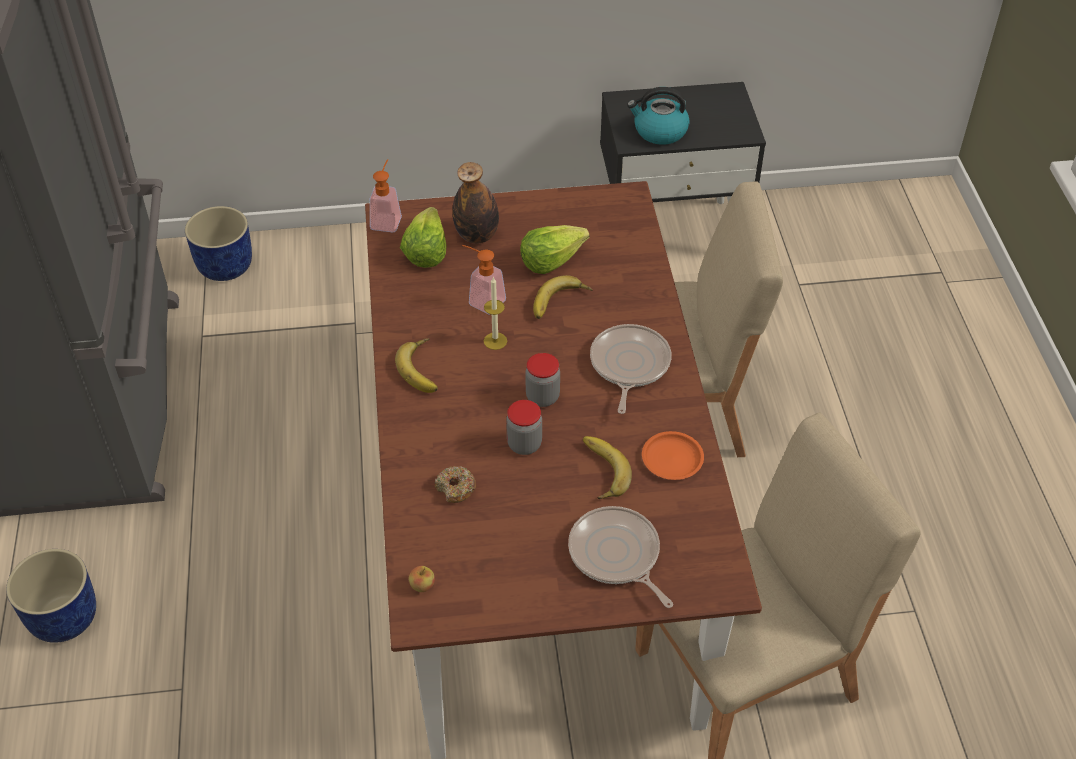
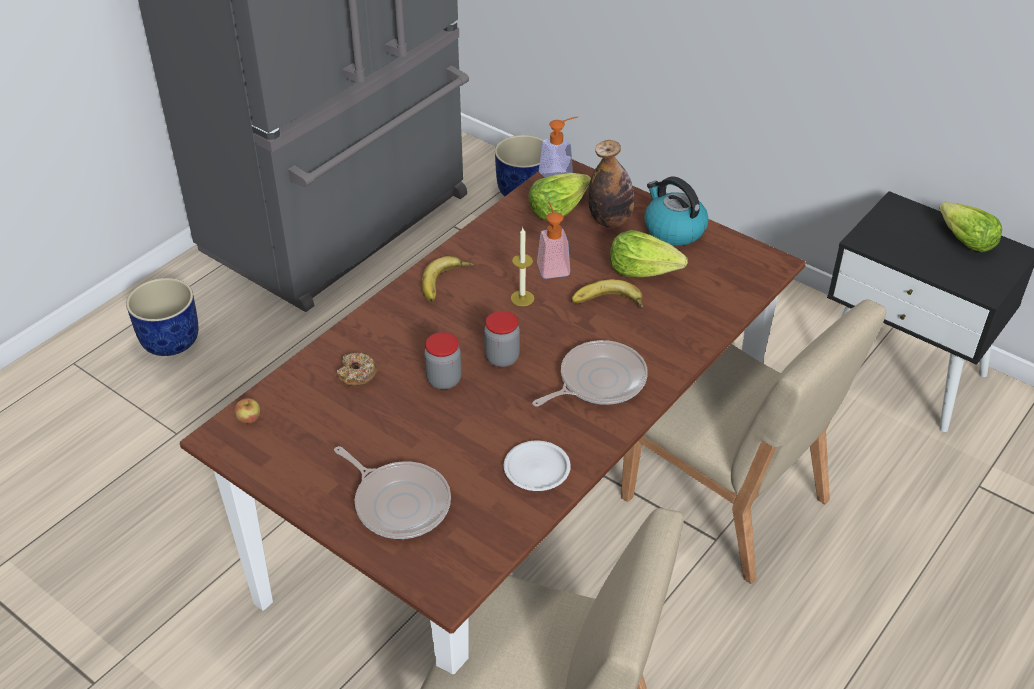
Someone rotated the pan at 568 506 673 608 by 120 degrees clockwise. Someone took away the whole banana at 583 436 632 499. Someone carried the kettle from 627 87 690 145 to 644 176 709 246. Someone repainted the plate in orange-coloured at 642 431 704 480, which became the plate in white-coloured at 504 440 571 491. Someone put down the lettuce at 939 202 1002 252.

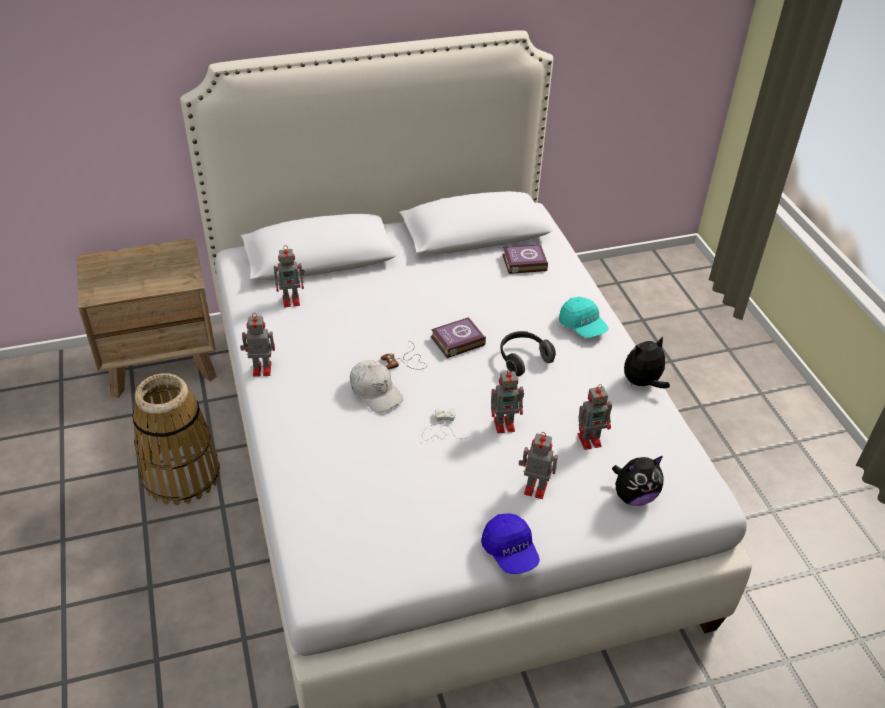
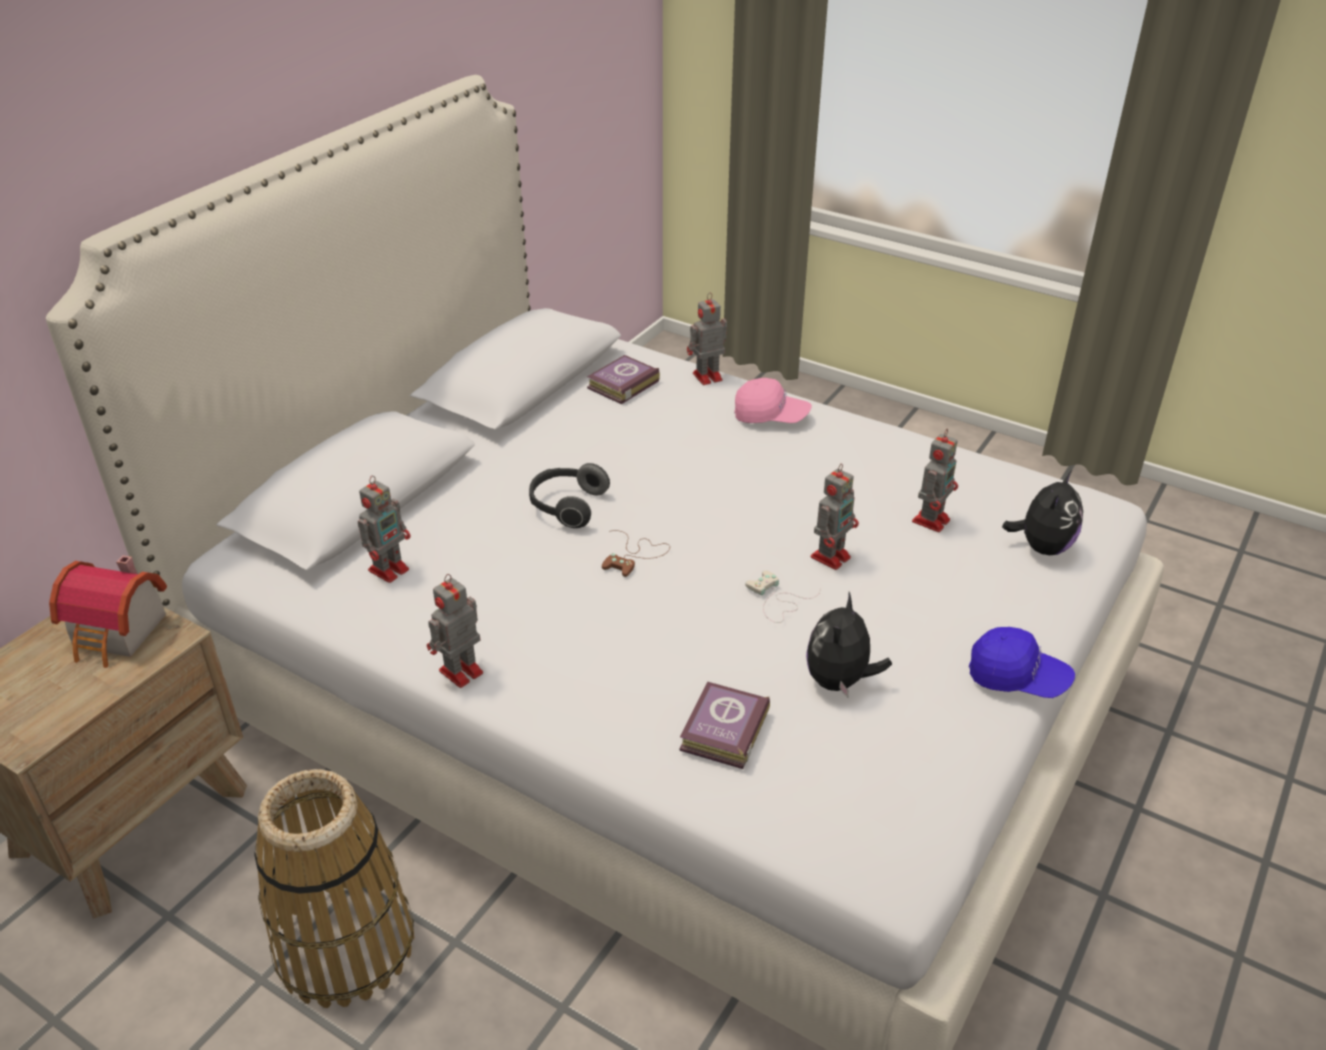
Someone took away the baseball cap in white-coloured at 350 360 403 413. Someone carried the bound book from 431 317 486 358 to 679 682 770 769. Someone carried the headset from 500 331 556 376 to 529 463 610 528. Someone carried the model robot from 519 432 558 499 to 687 293 727 385. Someone repainted the baseball cap in turquoise at 559 297 608 338, which became the baseball cap in pink at 734 378 812 423. Someone carried the cuddly toy from 624 336 670 388 to 806 592 892 698. Someone put down the model house at 49 555 167 668.

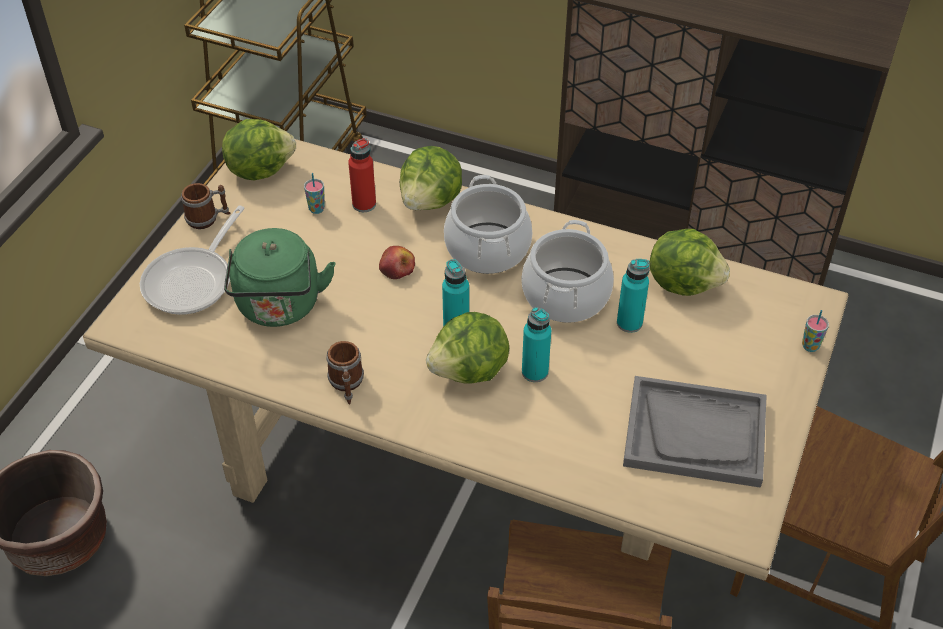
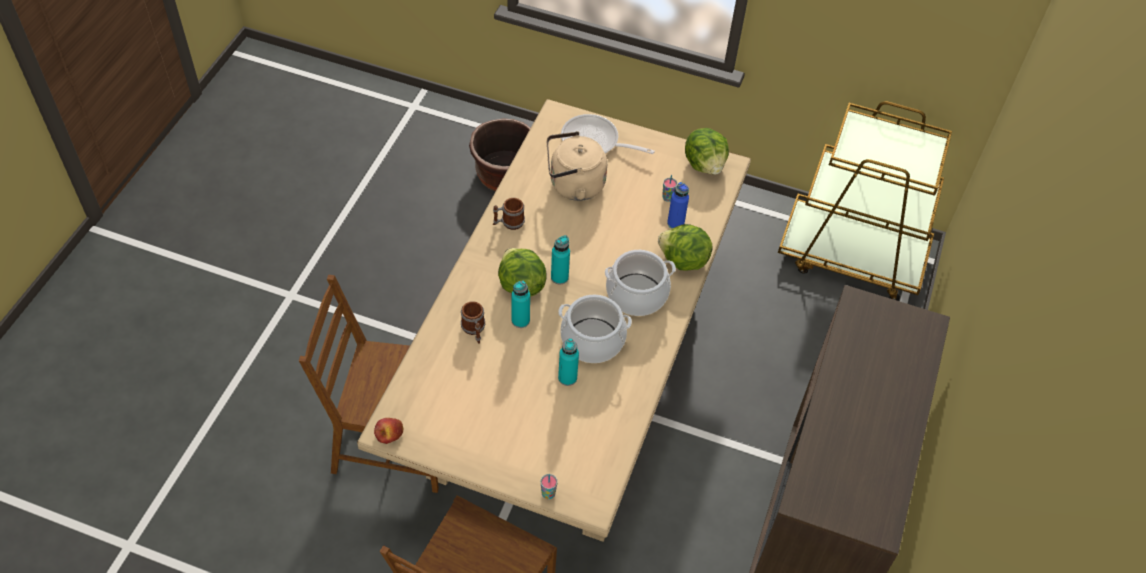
Someone carried the tea mug from 181 183 231 229 to 461 301 485 344. Someone repainted the kettle in green at 224 228 336 327, which became the kettle in sand-coloured at 547 131 607 201. Someone repainted the bottle in reddish at 348 138 376 212, which became the bottle in blue-coloured at 667 182 689 229. Someone carried the apple from 379 246 415 279 to 374 418 403 444. Someone took away the tray in gray at 623 376 767 488. Someone took away the lettuce at 650 229 730 296.

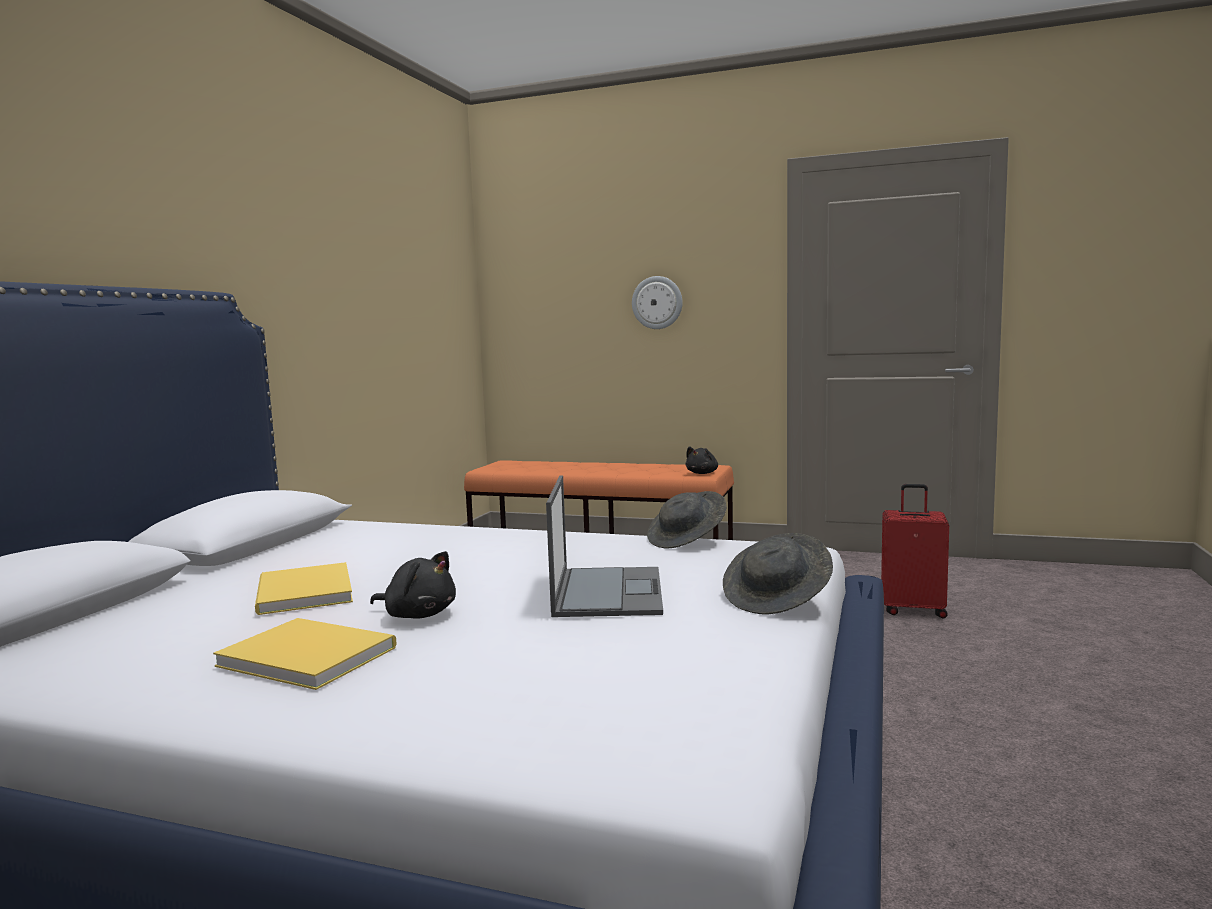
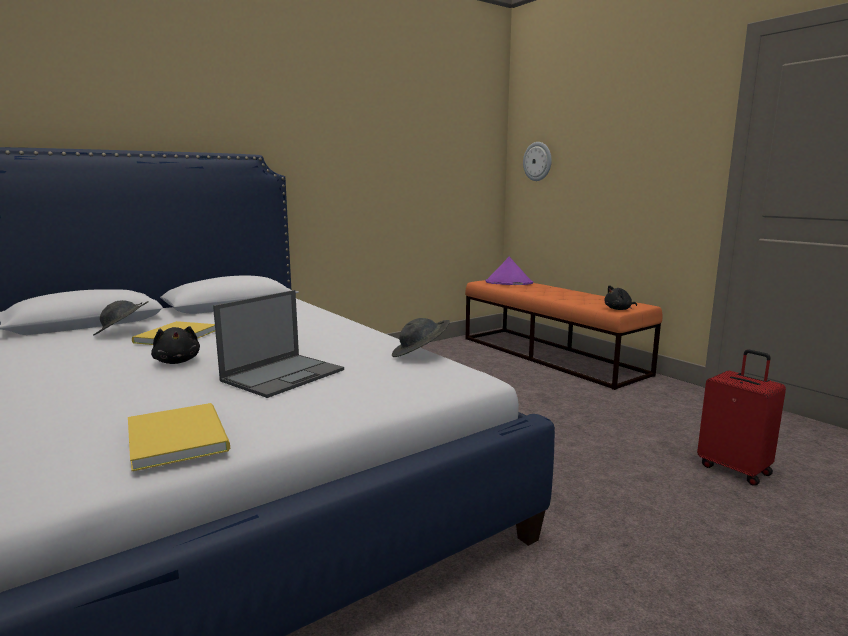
Someone carried the bound book in yellow from 213 618 396 690 to 128 403 230 471. Someone carried the hanging clock from 632 276 683 329 to 523 142 552 181. Someone carried the wearable hat in gray from 723 533 833 614 to 93 300 148 336. Someone put down the wearable hat in purple at 486 257 533 285.

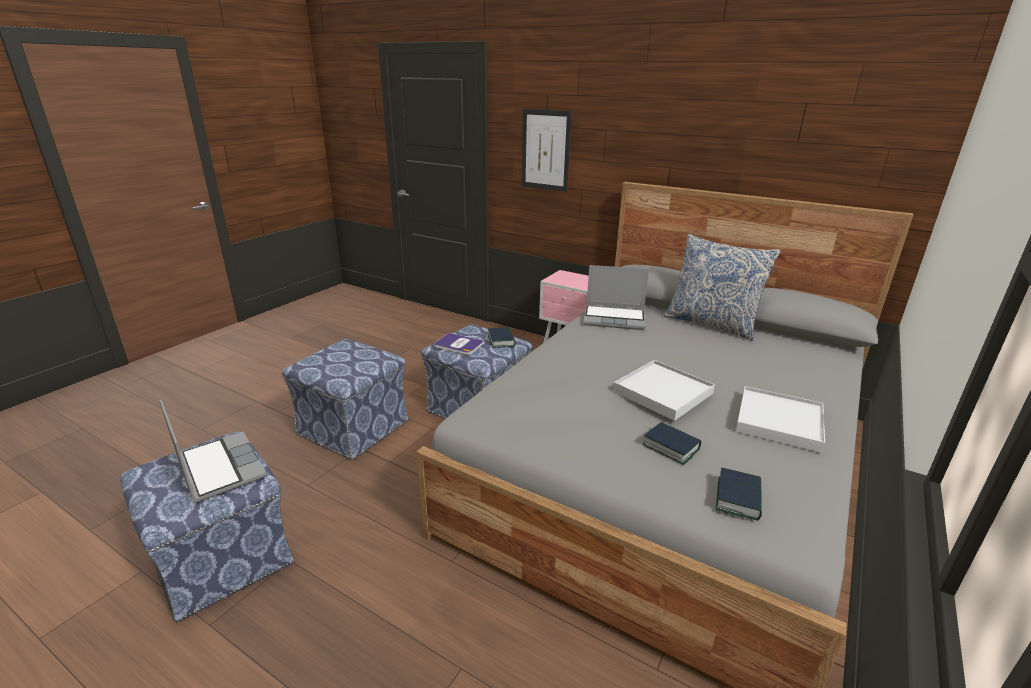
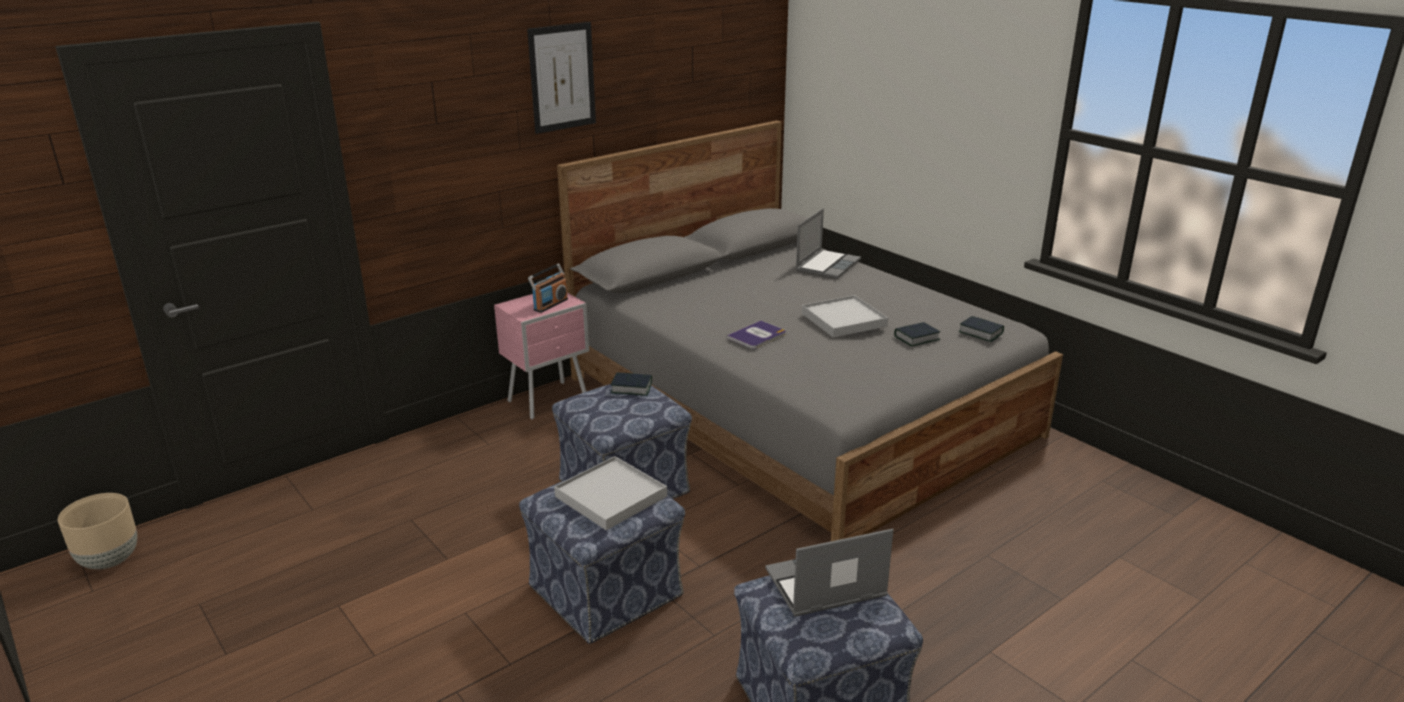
Someone carried the bound book from 434 333 484 355 to 727 321 786 349. Someone carried the wall picture from 522 109 572 192 to 527 22 596 134. Someone carried the laptop from 583 265 649 330 to 796 208 861 279. Someone took away the pillow at 664 234 781 341. Someone carried the tray in white-coloured from 736 386 825 453 to 554 456 667 530. Someone put down the plant pot in sand-coloured at 58 493 137 569. Someone put down the radio set at 528 263 568 313.

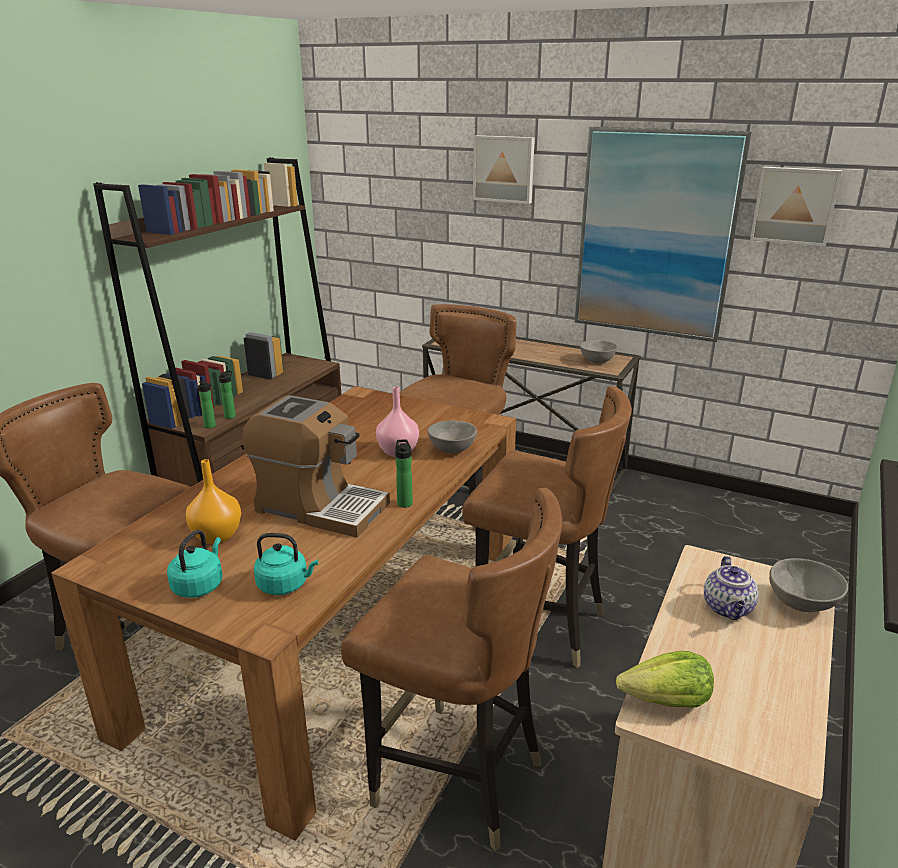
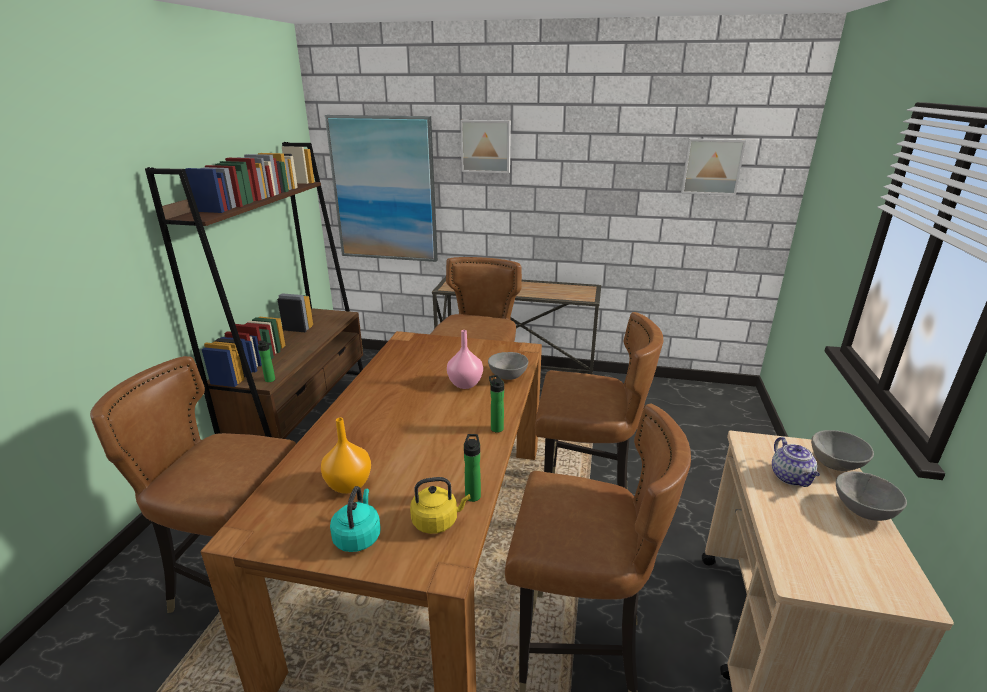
Someone carried the bottle from 219 370 236 419 to 464 434 481 502. Someone took away the coffee machine at 242 395 390 538. Someone repainted the kettle in turquoise at 254 533 318 595, which became the kettle in yellow at 410 477 470 534. Someone carried the wall picture from 575 127 752 342 to 325 115 438 262. Someone carried the serving bowl in gray from 580 340 618 363 to 836 471 907 521. Someone took away the lettuce at 616 651 714 708.

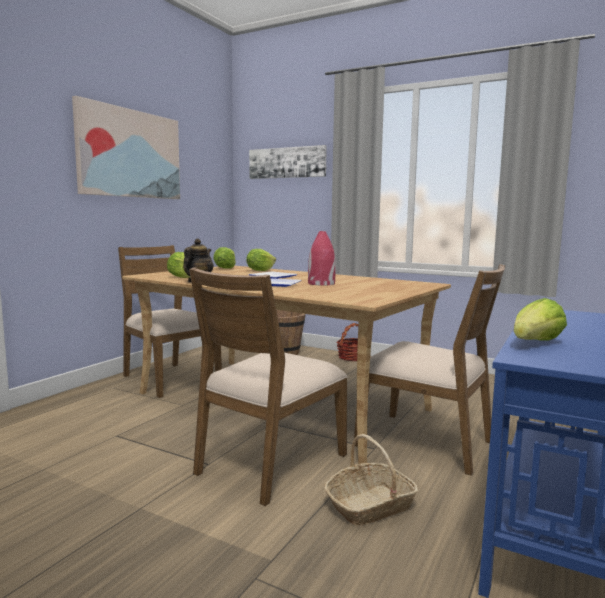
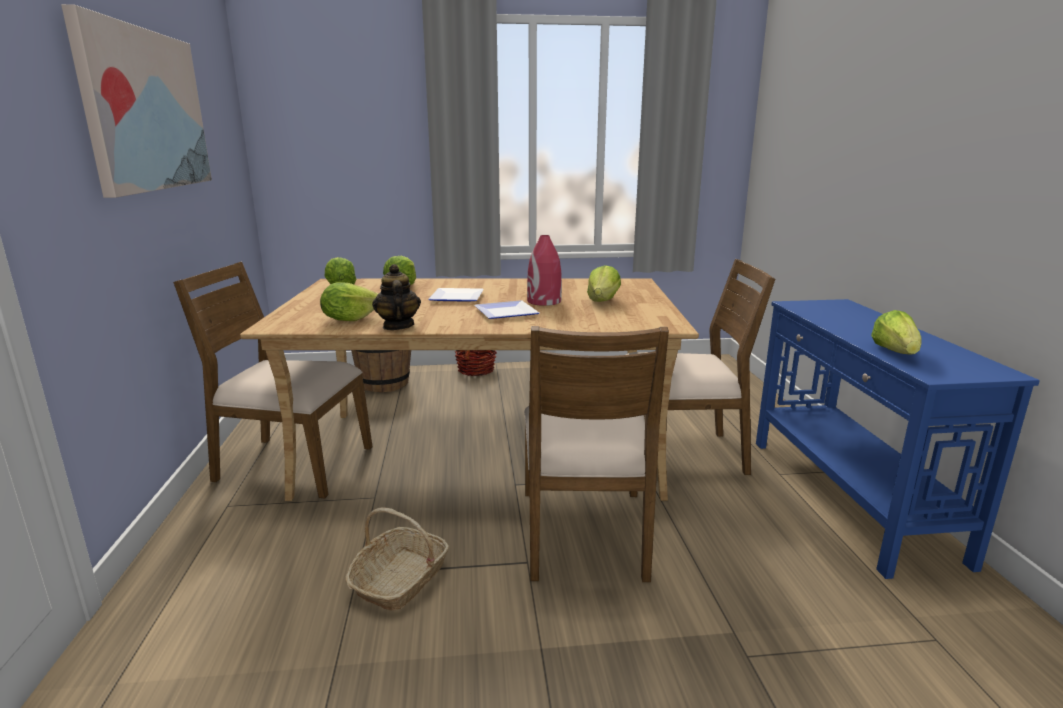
Someone took away the wall picture at 249 145 327 179. Someone carried the household basket from 324 434 418 526 to 345 507 449 611. Someone put down the lettuce at 587 265 621 302.

